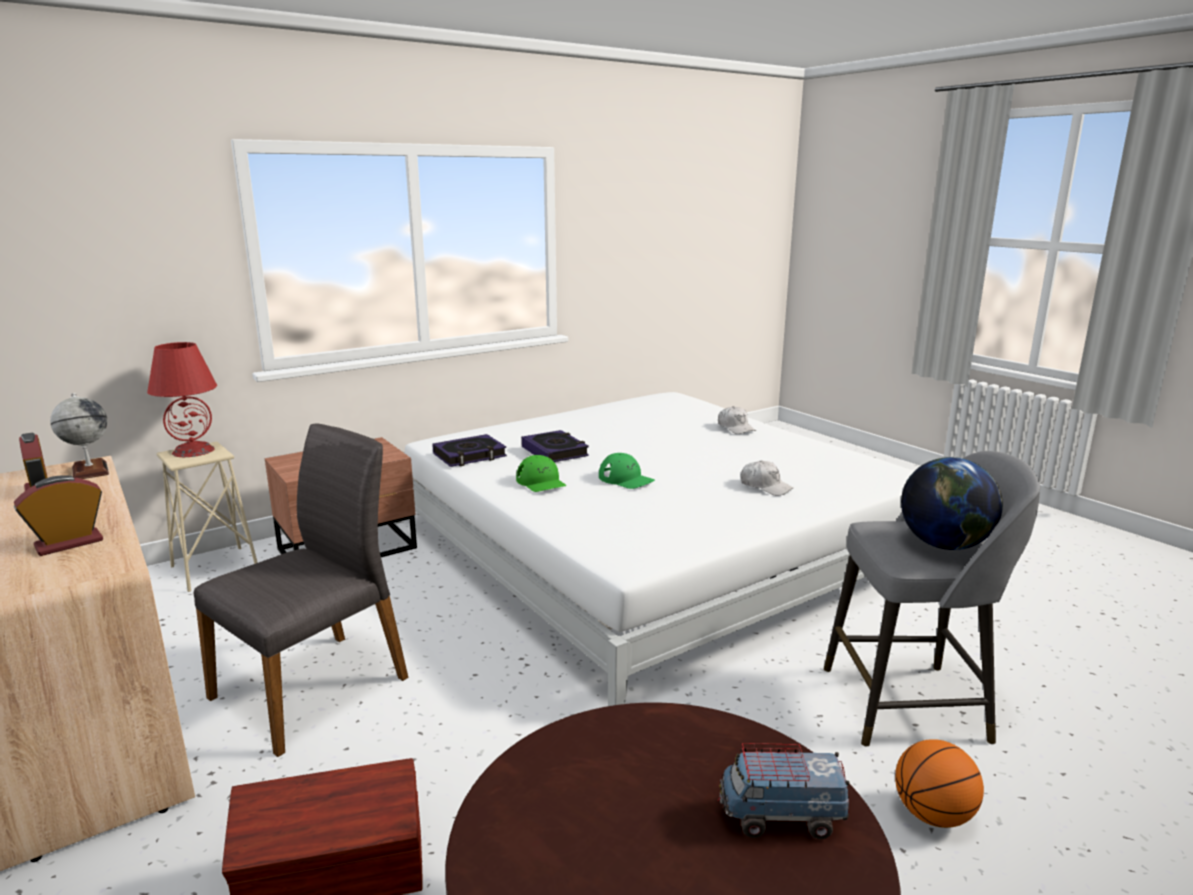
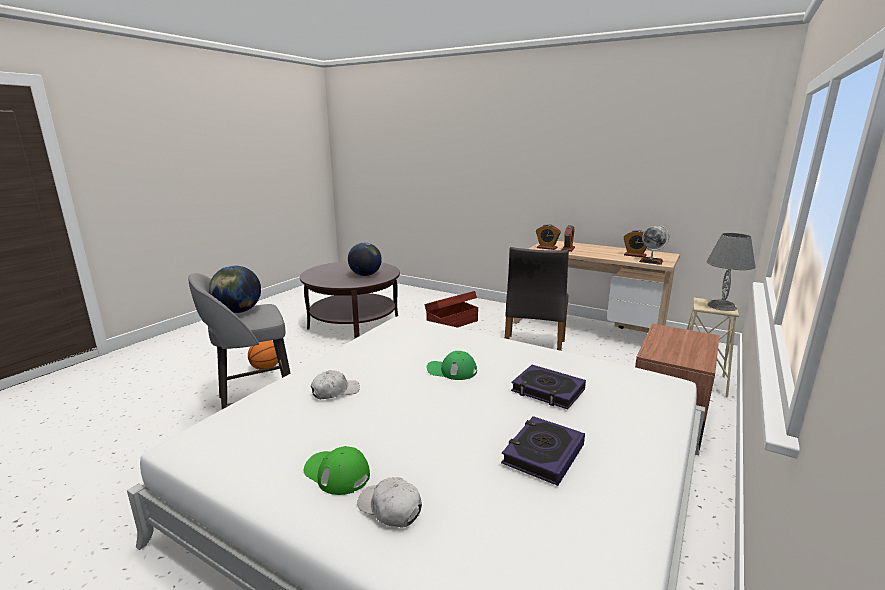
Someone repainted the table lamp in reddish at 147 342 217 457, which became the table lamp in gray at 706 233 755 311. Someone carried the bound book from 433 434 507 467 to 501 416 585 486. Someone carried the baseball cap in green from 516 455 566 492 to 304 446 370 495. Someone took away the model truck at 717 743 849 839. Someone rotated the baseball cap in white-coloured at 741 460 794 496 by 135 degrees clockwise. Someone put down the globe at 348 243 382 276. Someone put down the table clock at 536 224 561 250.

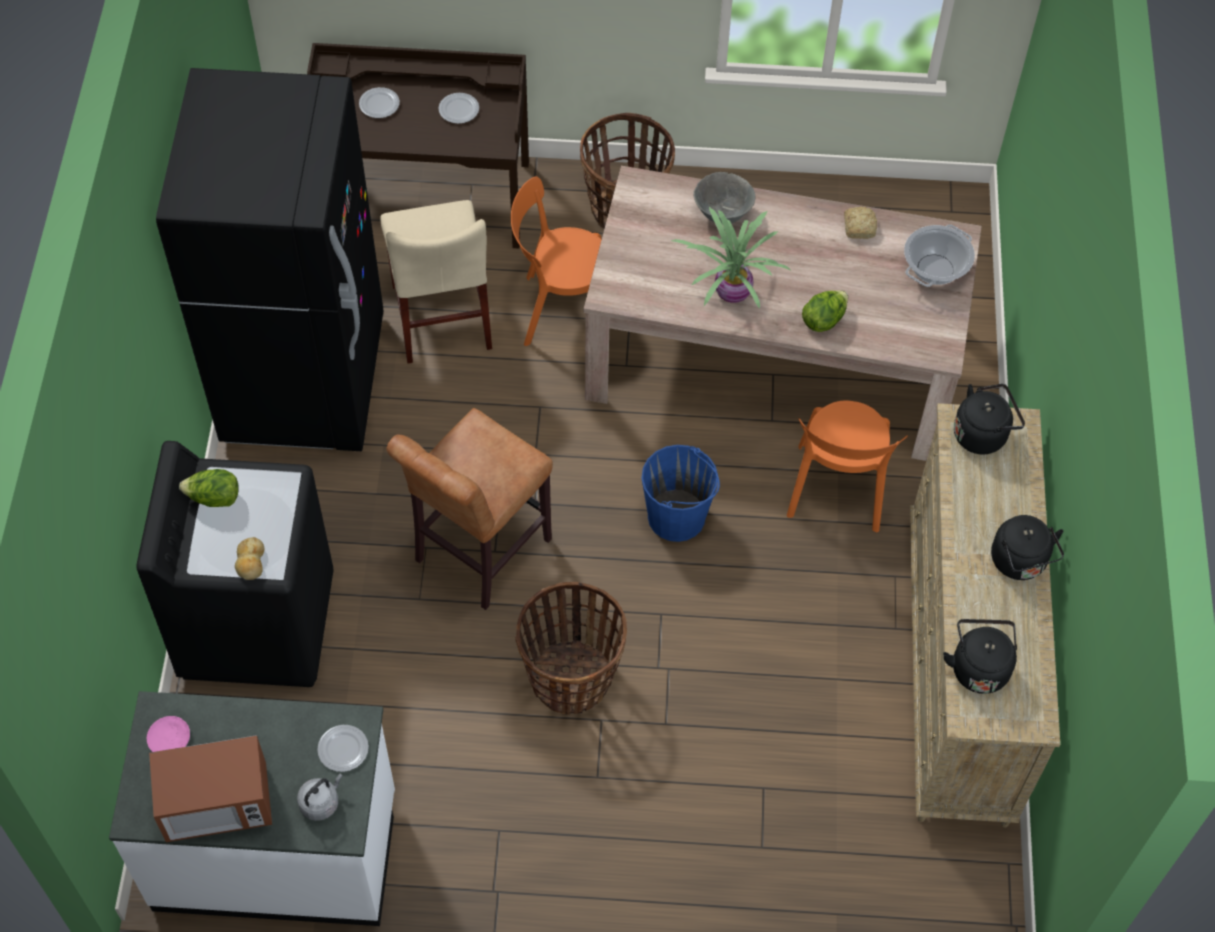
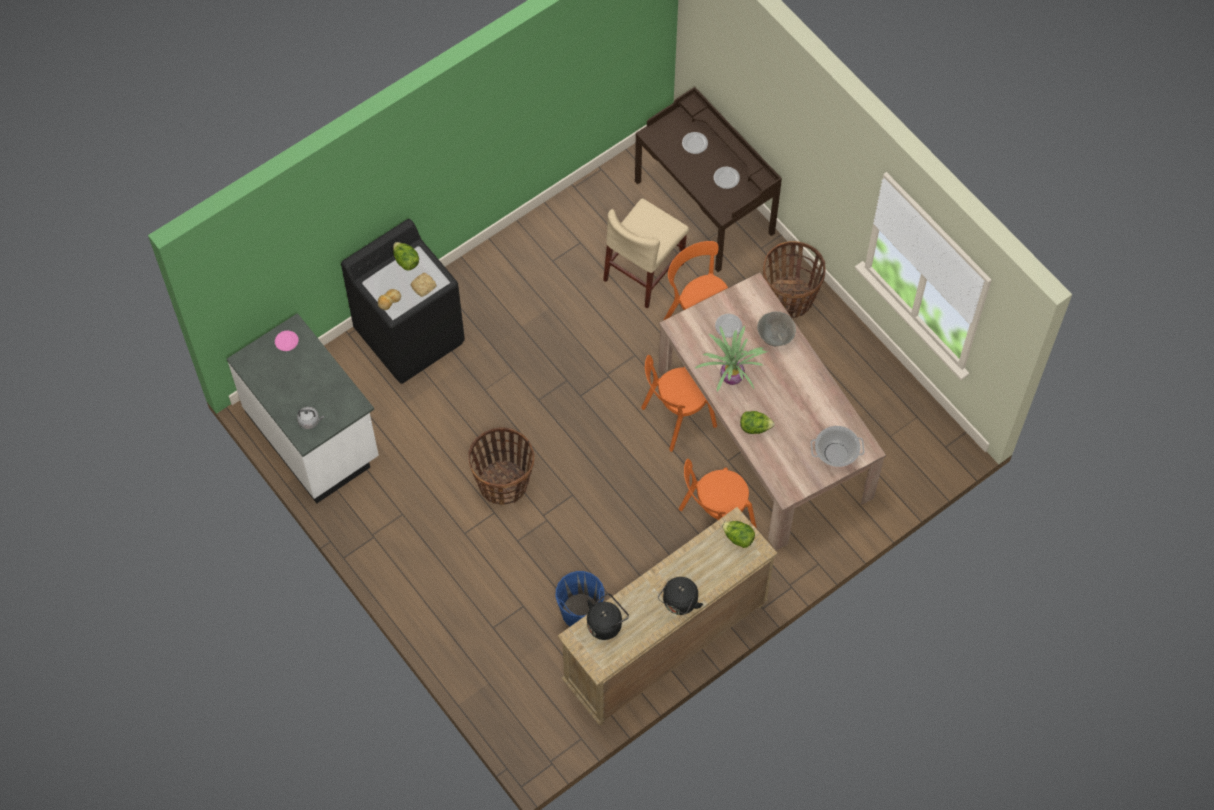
Someone took away the microwave oven at 149 735 272 842. Someone took away the kitchen fridge in black-coloured at 156 68 384 451. Someone carried the plate from 317 725 369 772 to 715 314 742 338. Someone took away the sitting stool in brownish at 386 408 553 610. Someone carried the water bucket in blue-coloured from 642 445 720 542 to 555 571 605 626. Someone carried the bakery bread from 844 206 877 239 to 411 273 437 297. Someone swapped the kettle in black-coloured at 954 384 1025 454 for the lettuce at 722 521 755 548. Someone put down the plain chair in orange-coloured at 641 355 717 452.

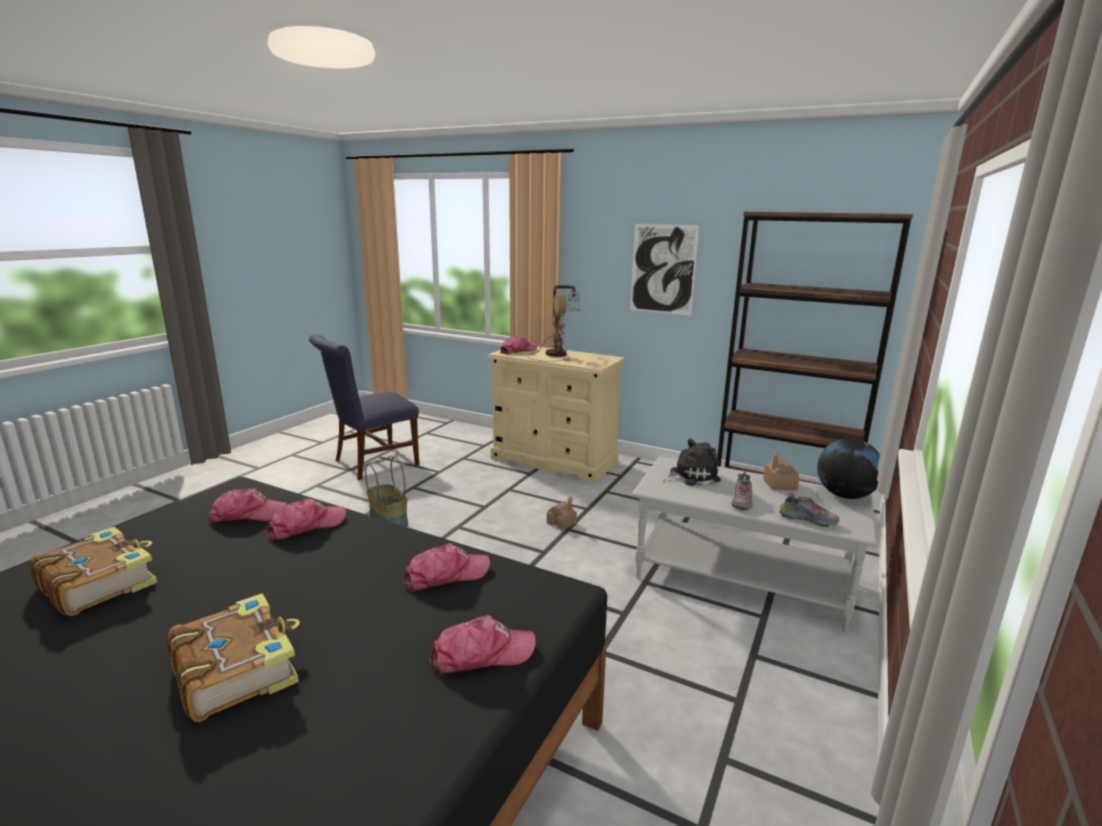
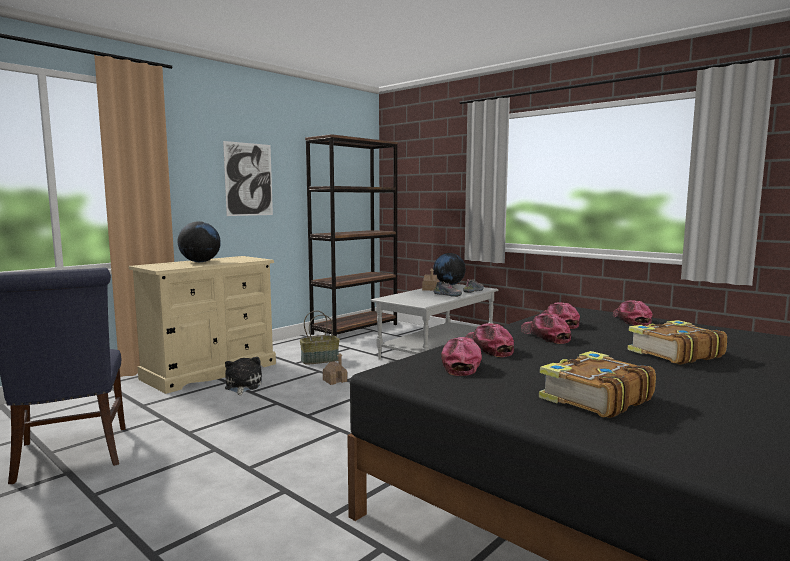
Someone carried the household basket from 365 457 408 527 to 300 310 340 365. Someone carried the baseball cap from 500 336 537 354 to 521 314 571 344. Someone swapped the table lamp at 528 285 580 362 for the globe at 178 221 221 262. Someone carried the cuddly toy from 663 439 721 486 to 225 357 262 395.

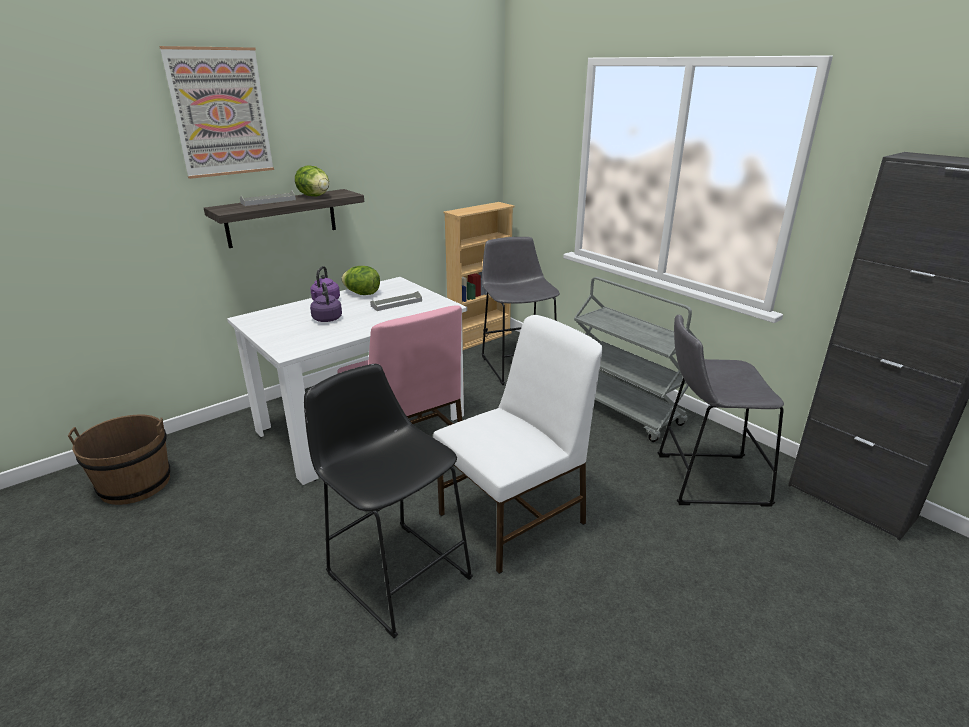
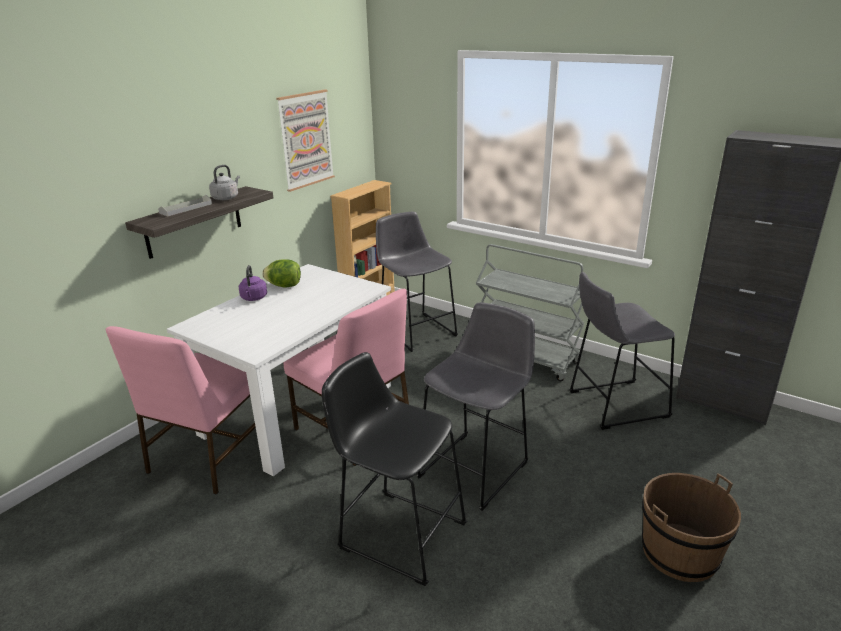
Someone carried the water bucket in brownish from 68 414 170 505 to 642 473 741 582. Someone carried the wall picture from 159 46 274 179 to 276 89 335 192. Someone swapped the lettuce at 295 165 329 196 for the kettle in gray at 209 165 240 200. Someone took away the kettle in purple at 310 282 342 322. Someone took away the tray in gray at 370 291 422 311. Someone swapped the plain chair in white-coloured at 433 315 602 574 for the sitting stool in gray at 416 302 535 511. Someone put down the plain chair in pink at 106 326 256 495.

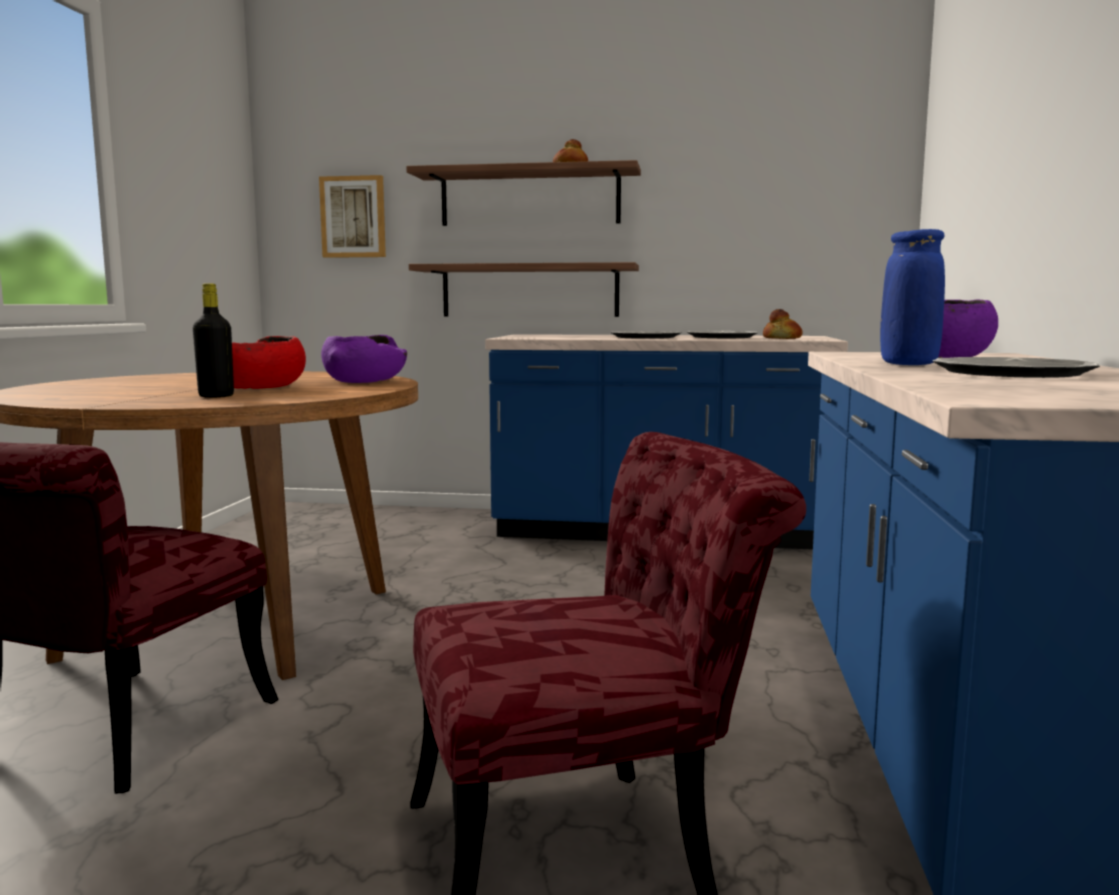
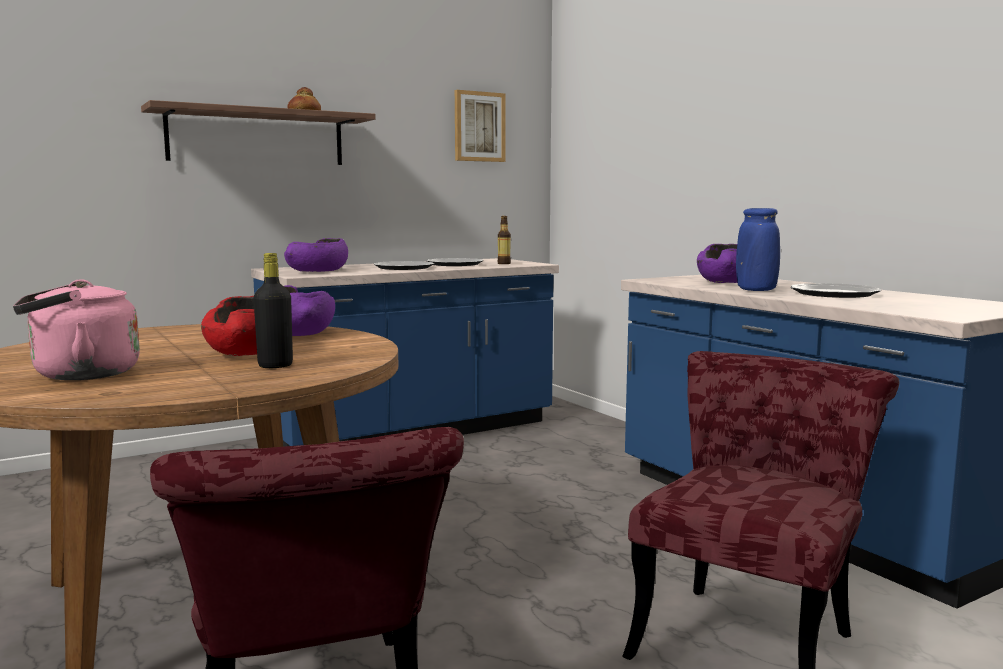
Someone carried the wall picture from 319 175 386 258 to 455 90 505 162. Someone took away the wall shelf at 409 262 639 317. Someone swapped the bakery bread at 763 309 803 339 for the bottle at 498 216 511 264. Someone put down the kettle in pink at 13 279 140 380. Someone put down the serving bowl in purple at 284 238 348 272.

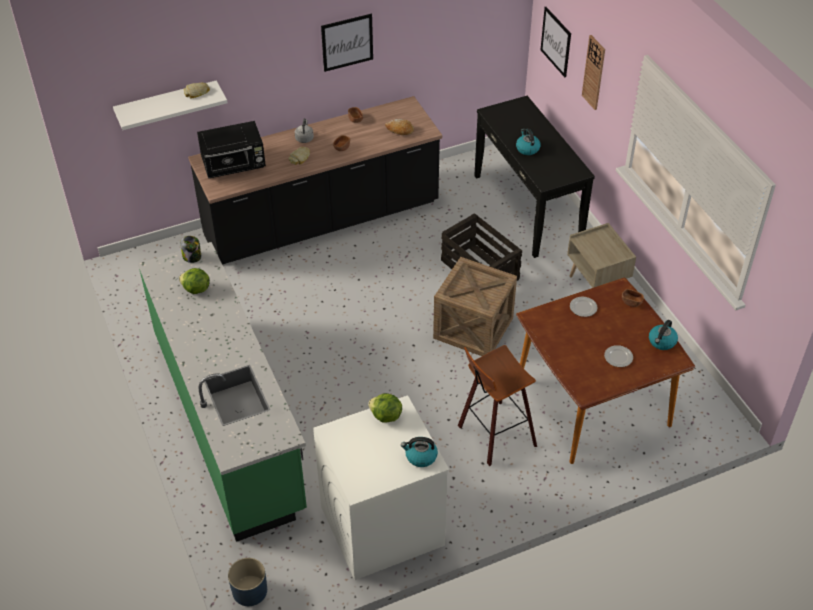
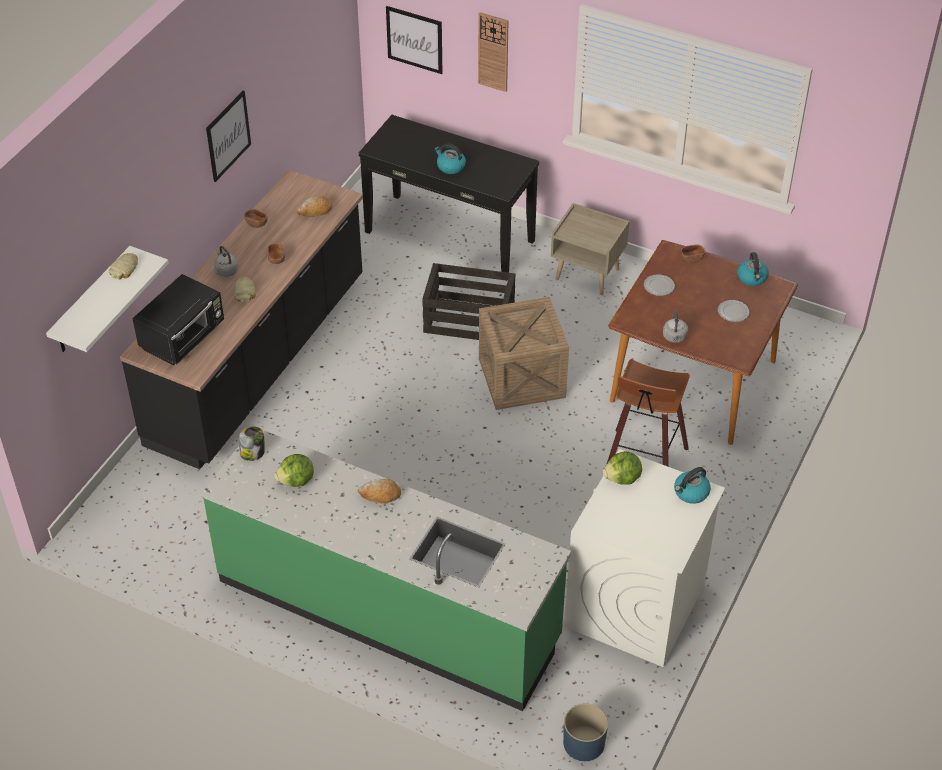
Someone put down the bakery bread at 358 479 401 504. Someone put down the kettle in gray at 663 311 688 343.

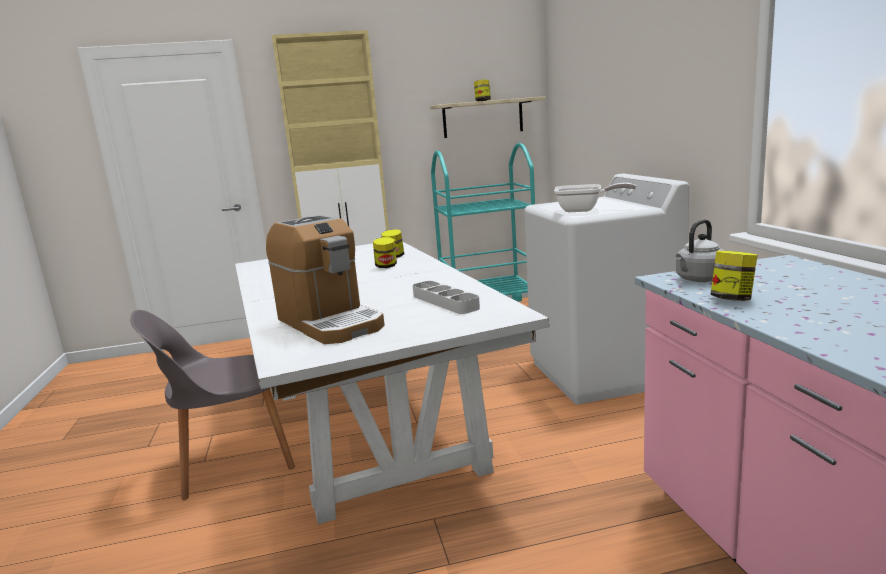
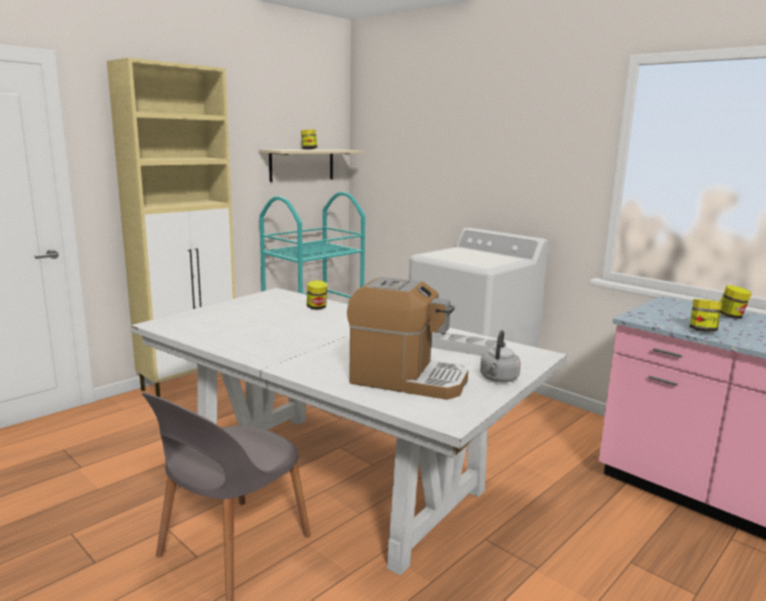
Someone carried the preserve jar from 373 237 397 268 to 720 285 751 319. Someone took away the pan at 554 183 636 212. Someone carried the kettle in gray from 676 219 725 282 to 480 330 521 382.

